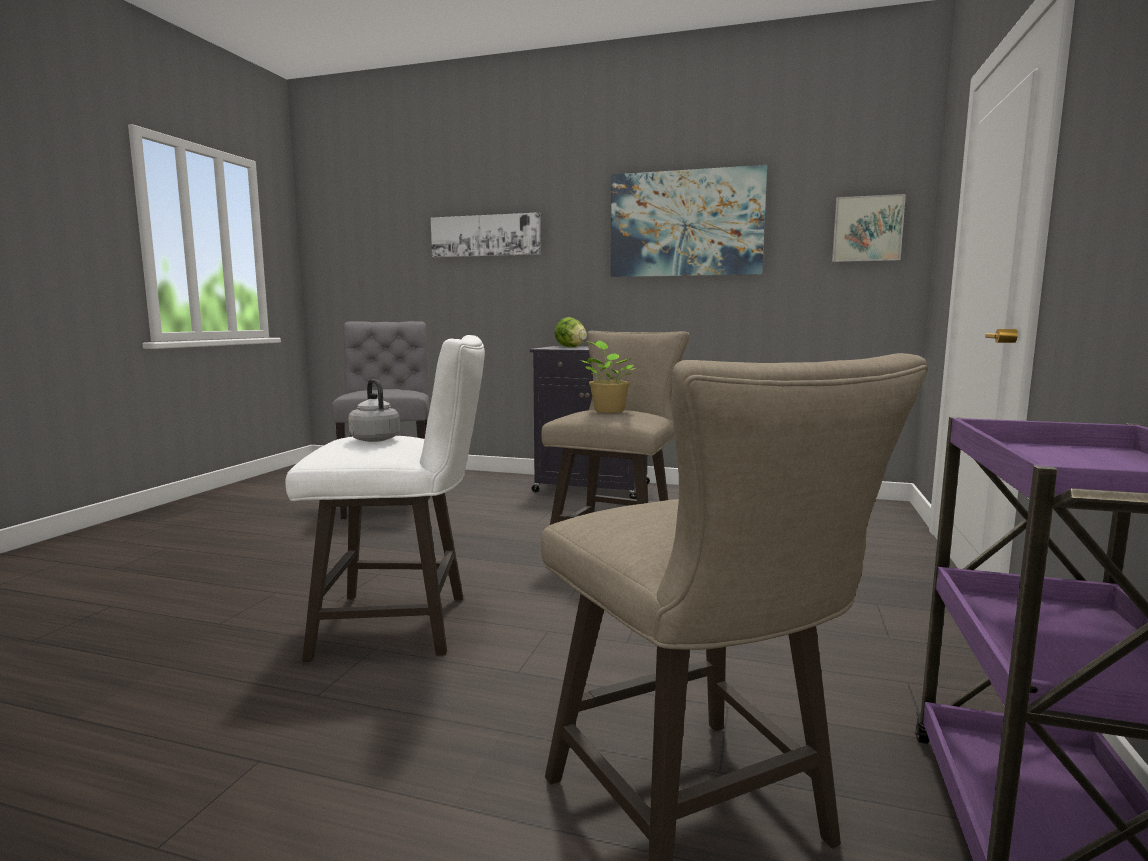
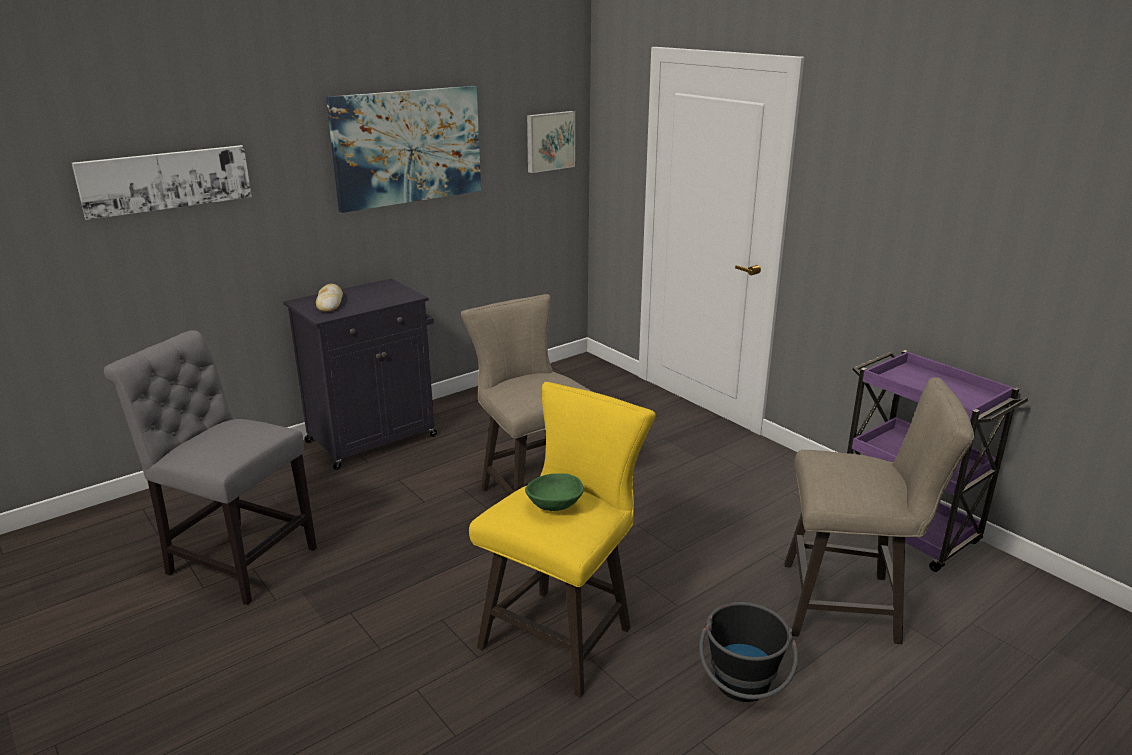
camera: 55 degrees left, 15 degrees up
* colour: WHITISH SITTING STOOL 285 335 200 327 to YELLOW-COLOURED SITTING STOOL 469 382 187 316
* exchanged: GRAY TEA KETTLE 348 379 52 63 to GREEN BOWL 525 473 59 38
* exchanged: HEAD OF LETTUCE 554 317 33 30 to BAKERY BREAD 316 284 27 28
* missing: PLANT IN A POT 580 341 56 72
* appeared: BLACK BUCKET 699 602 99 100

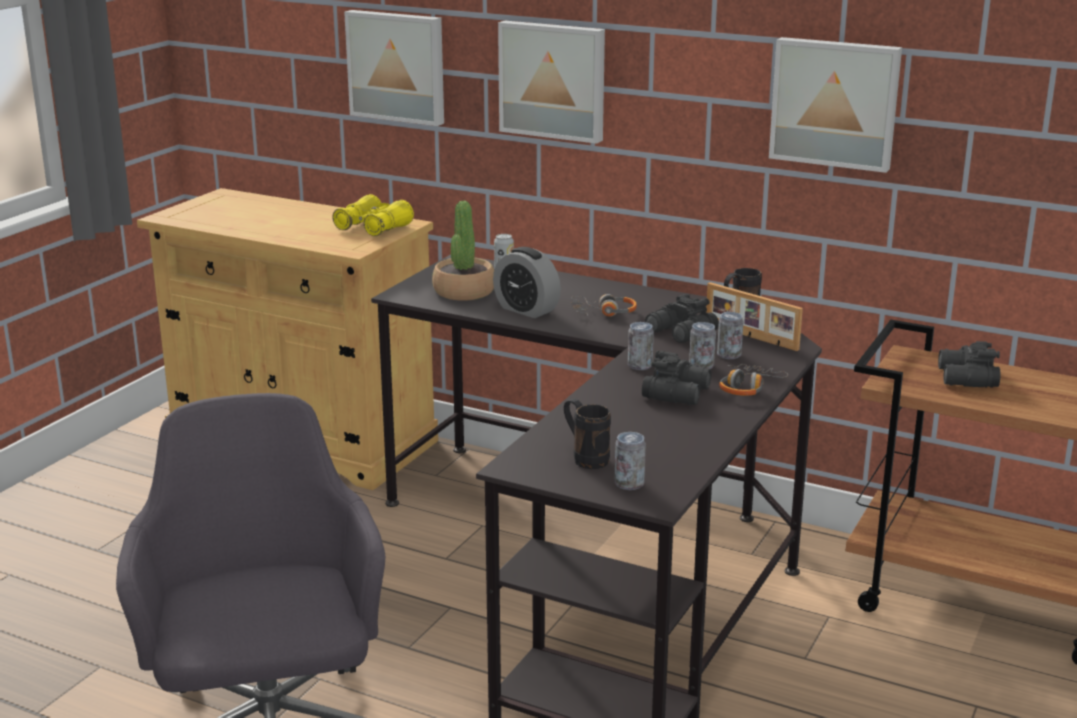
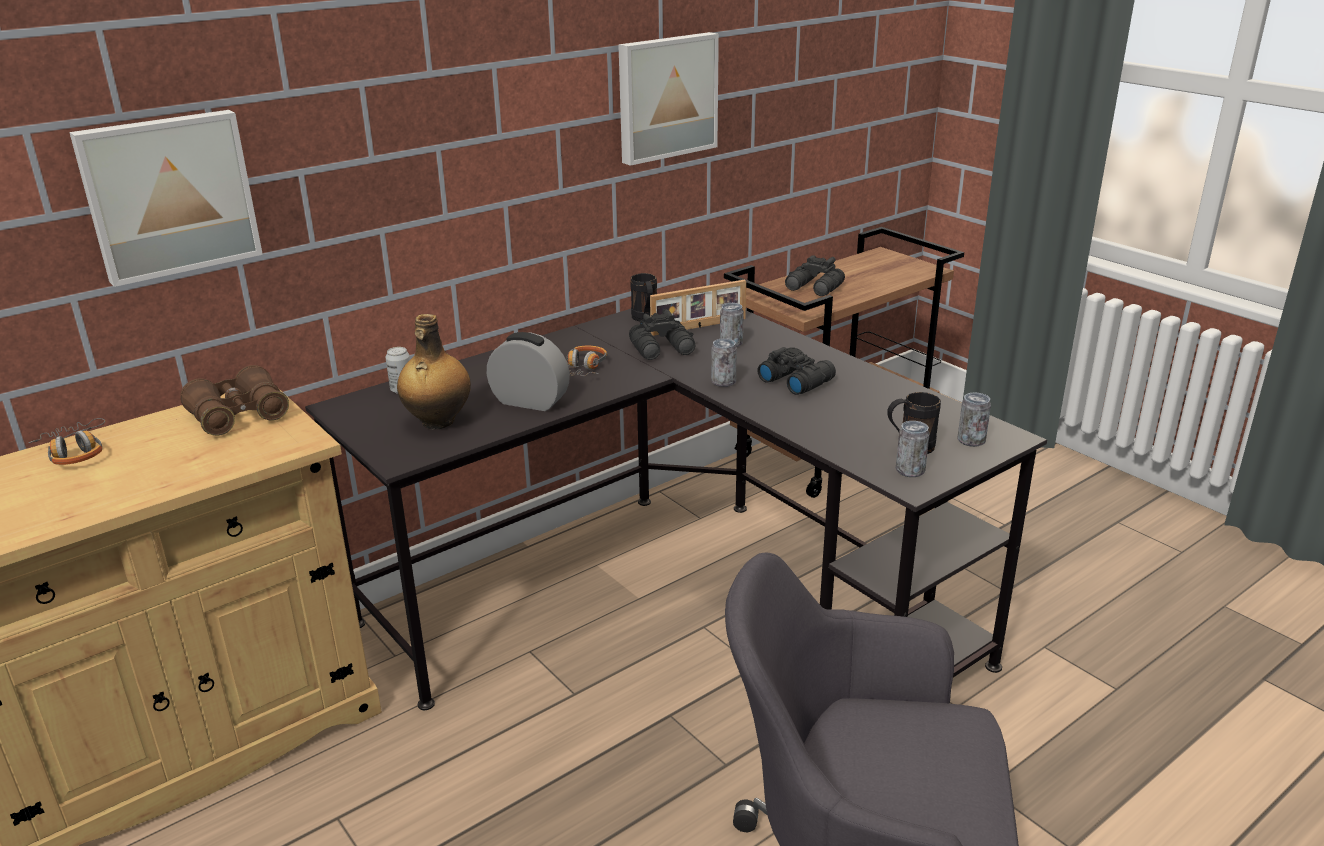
camera: 65 degrees left, 5 degrees up
* colour: YELLOW-COLOURED PAIR OF BINOCULARS 333 194 81 42 to BROWN-COLOURED PAIR OF BINOCULARS 180 365 109 71
* exchanged: PLANT IN A POT 432 201 62 100 to BEVERAGE BOTTLE 397 314 74 116
* spun: TABLE CLOCK 493 247 68 71 = 487 332 83 79 135 degrees counterclockwise
* missing: WALL PICTURE 498 21 107 123
* relocated: SEALED CAN 689 322 27 47 to 896 421 34 56
* relocated: HEADPHONES 719 364 69 32 to 28 418 77 47

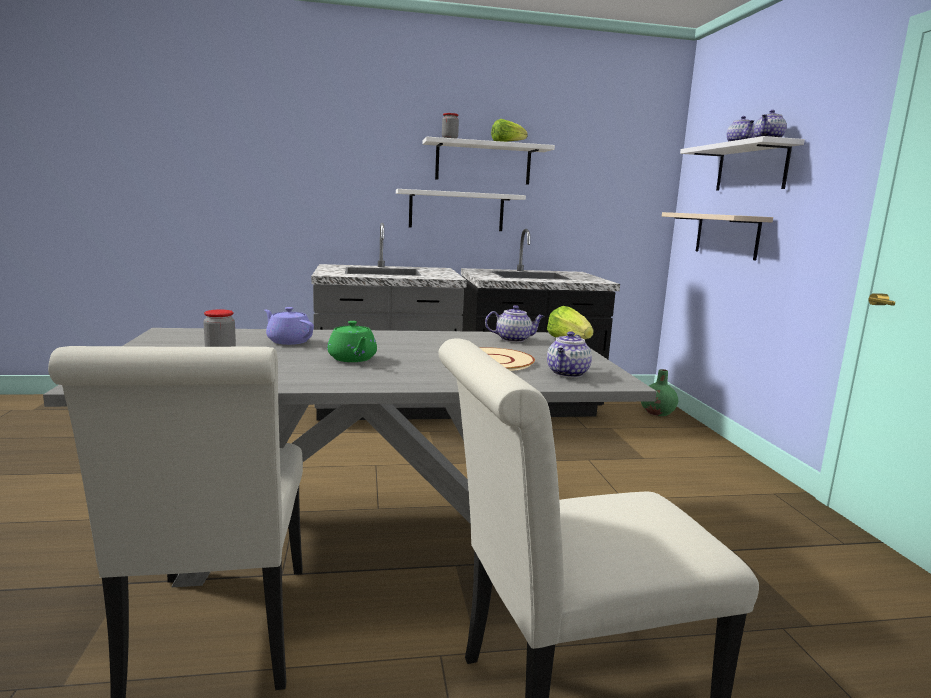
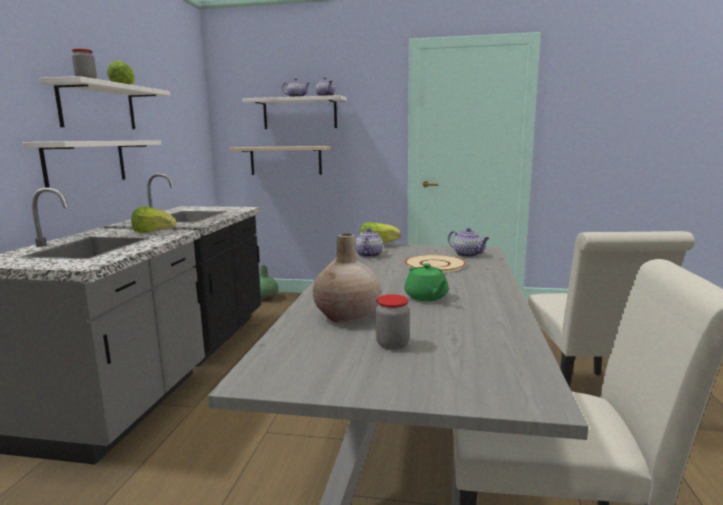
camera: 70 degrees left, 0 degrees up
* exchanged: PURPLE TEAPOT 264 307 50 38 to SAND-COLOURED DECORATIVE VASE 313 233 68 91
* spun: GREEN TEAPOT 327 321 50 41 = 404 263 45 38 75 degrees clockwise
* appeared: HEAD OF LETTUCE 131 206 45 27

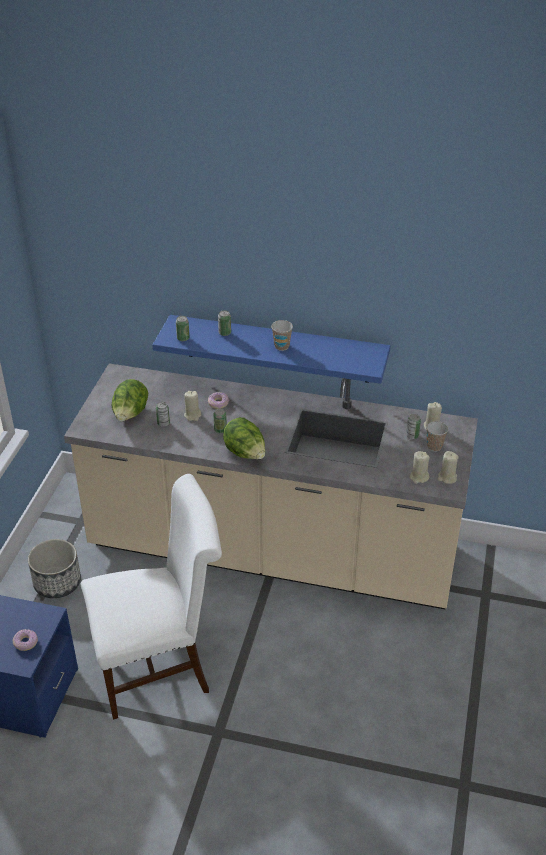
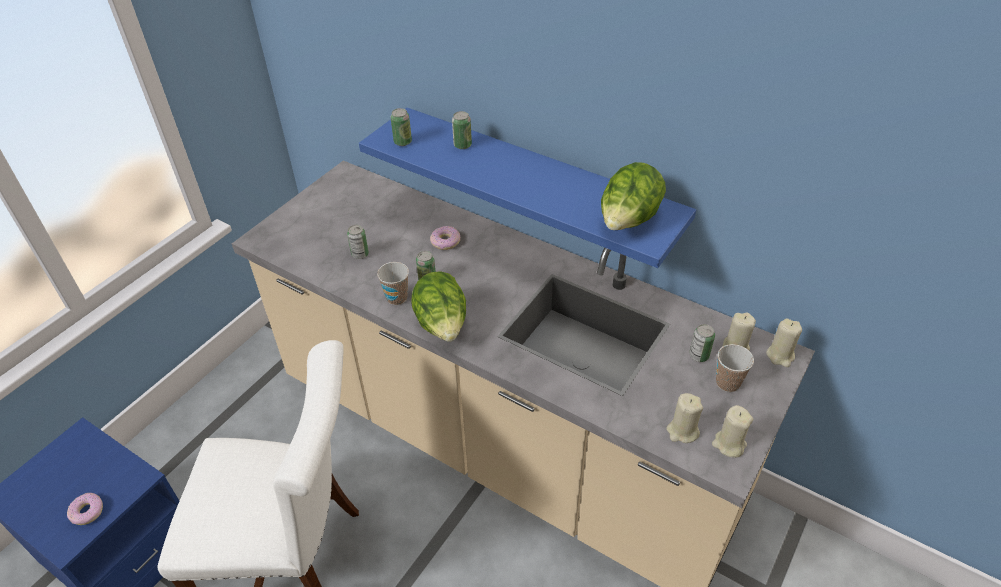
camera: 20 degrees right, 5 degrees up
* missing: PLANTER 28 539 53 59
* relocated: HEAD OF LETTUCE 111 379 37 42 to 601 162 65 68
* relocated: SAND-COLOURED WAX CANDLE 184 391 17 30 to 766 318 36 49
* relocated: DRINKING CUP 271 320 22 31 to 377 262 32 43

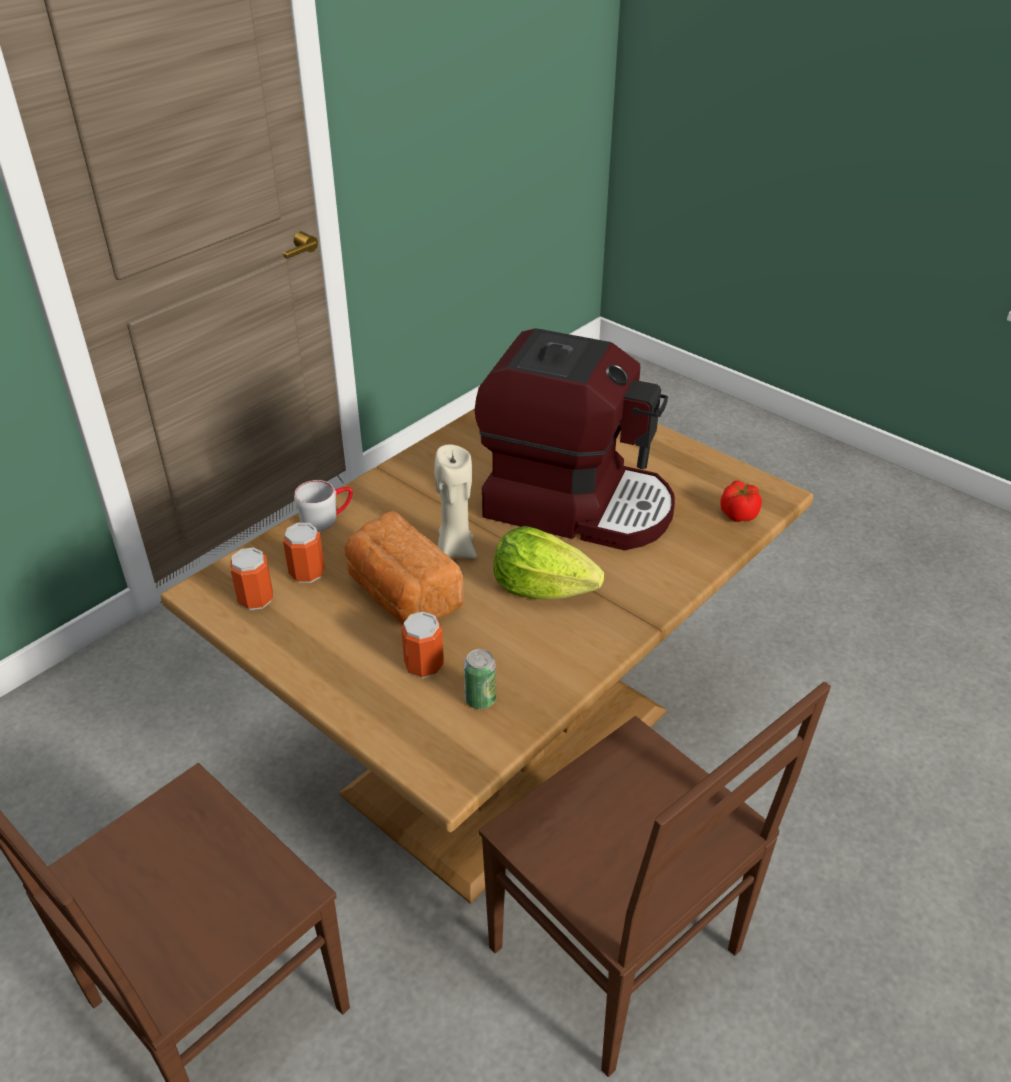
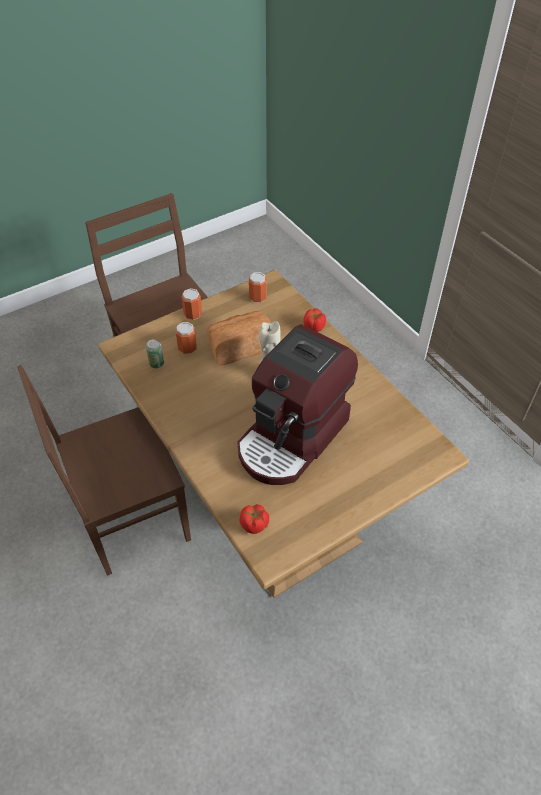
camera: 105 degrees right, 10 degrees up
* relocated: SEALED CAN 283 523 42 60 to 181 288 21 32
* exchanged: GRAY MUG 294 480 59 51 to FRESH TOMATO 303 308 23 24
* missing: HEAD OF LETTUCE 493 526 111 73

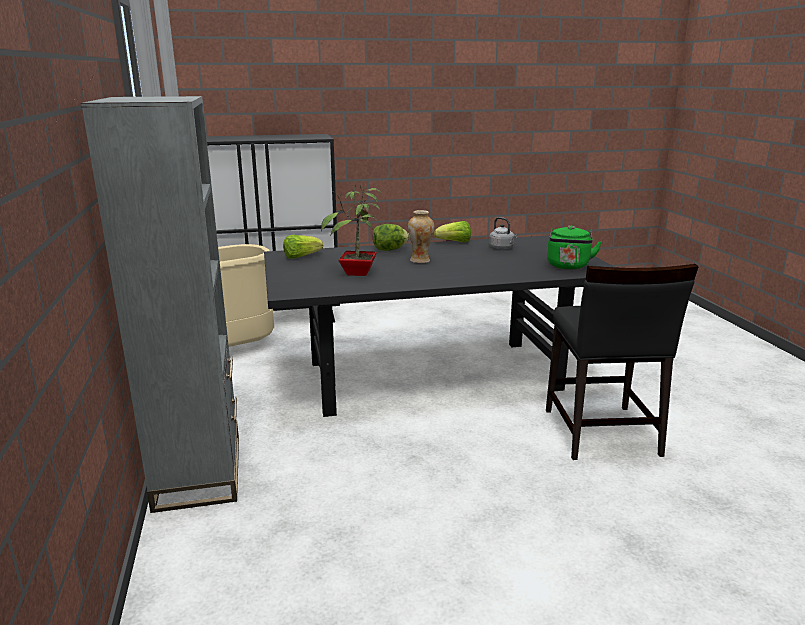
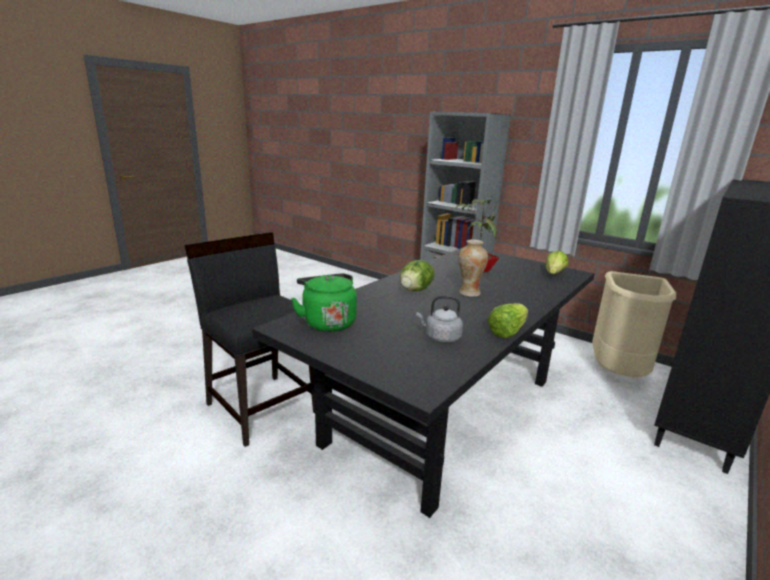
camera: 140 degrees right, 0 degrees up
* relocated: HEAD OF LETTUCE 373 224 36 27 to 400 260 34 31

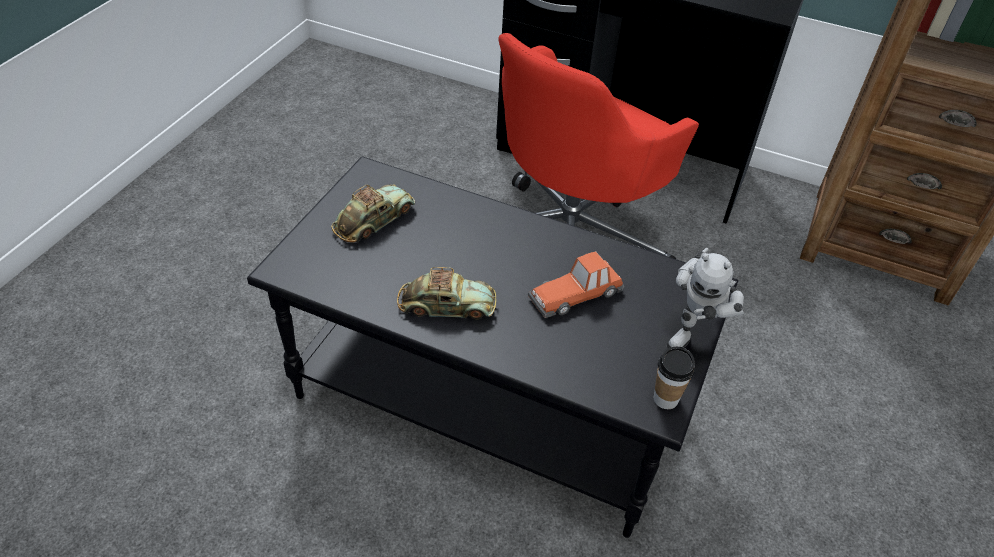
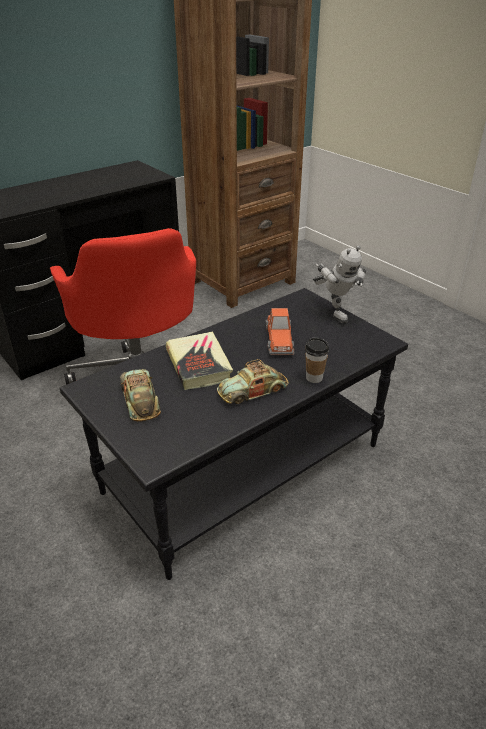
camera: 60 degrees left, 10 degrees down
* spun: MINIATURE CAR 397 267 99 52 = 217 359 71 45 150 degrees counterclockwise
* relocated: DRINKING CUP 654 347 41 62 to 305 337 24 46
* appeared: BOUND BOOK 166 331 67 59

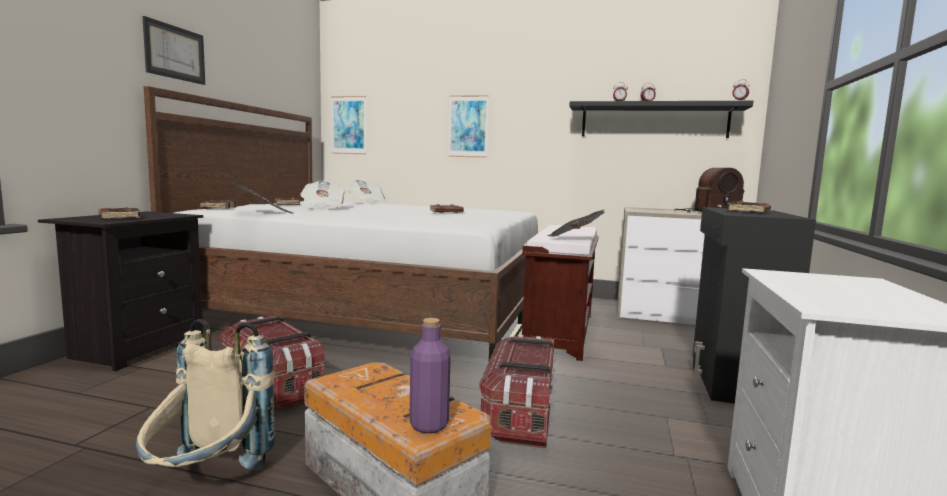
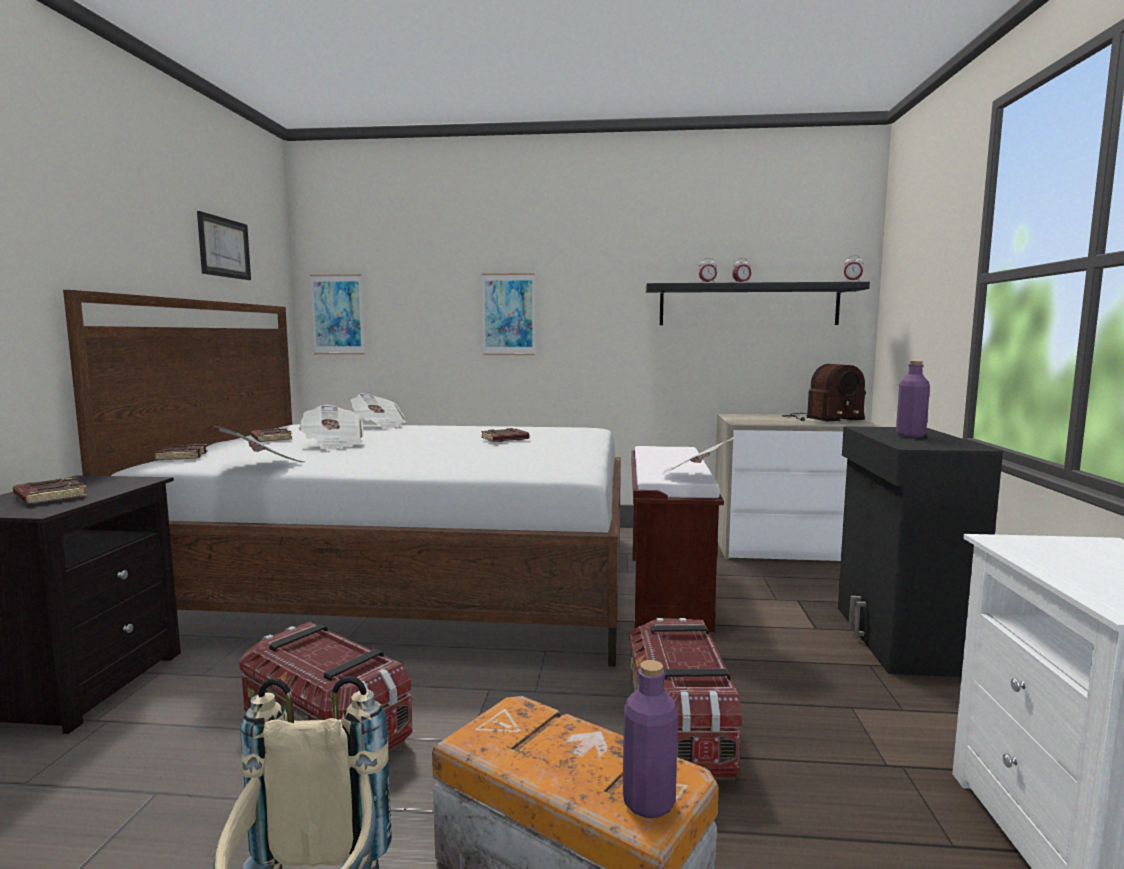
camera: 10 degrees left, 0 degrees up
* relocated: WALL PICTURE 142 16 63 69 to 197 211 54 69
* exchanged: BROWN-COLOURED BOUND BOOK 727 201 44 12 to PURPLE BEVERAGE BOTTLE 896 361 34 77

